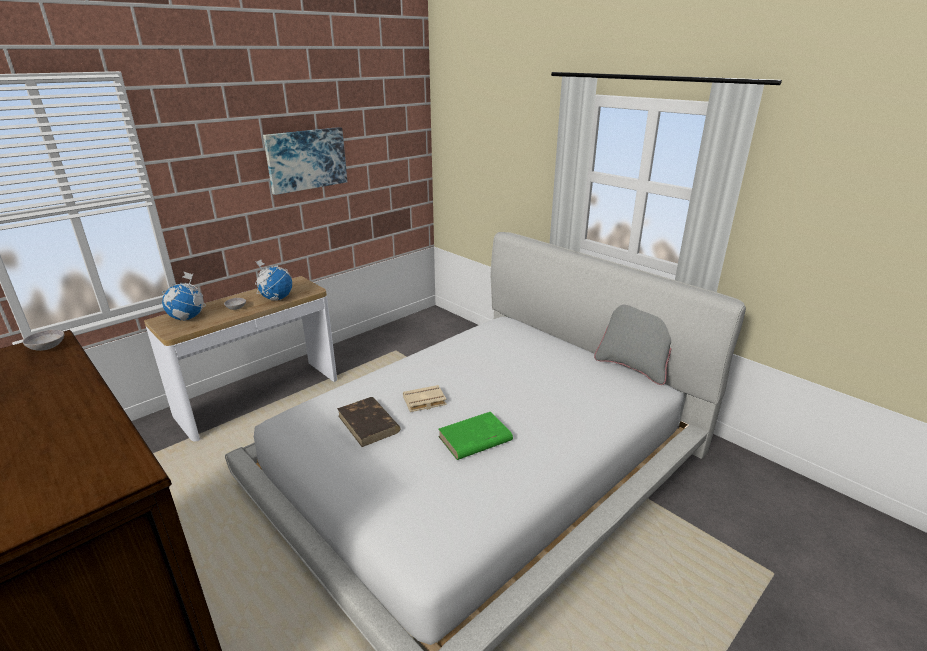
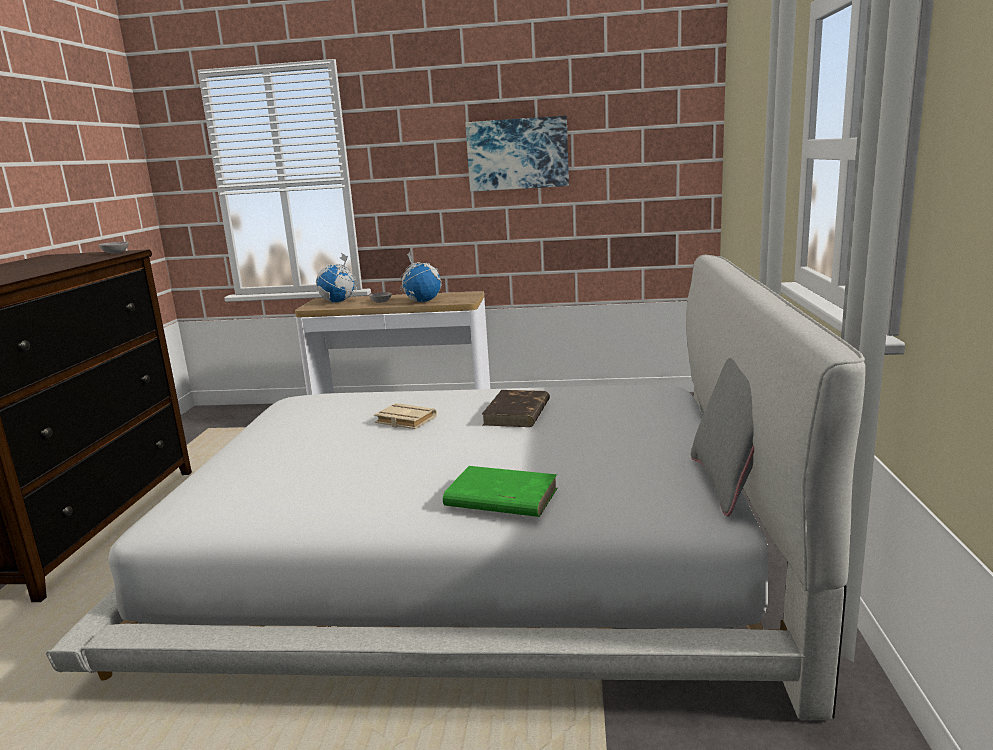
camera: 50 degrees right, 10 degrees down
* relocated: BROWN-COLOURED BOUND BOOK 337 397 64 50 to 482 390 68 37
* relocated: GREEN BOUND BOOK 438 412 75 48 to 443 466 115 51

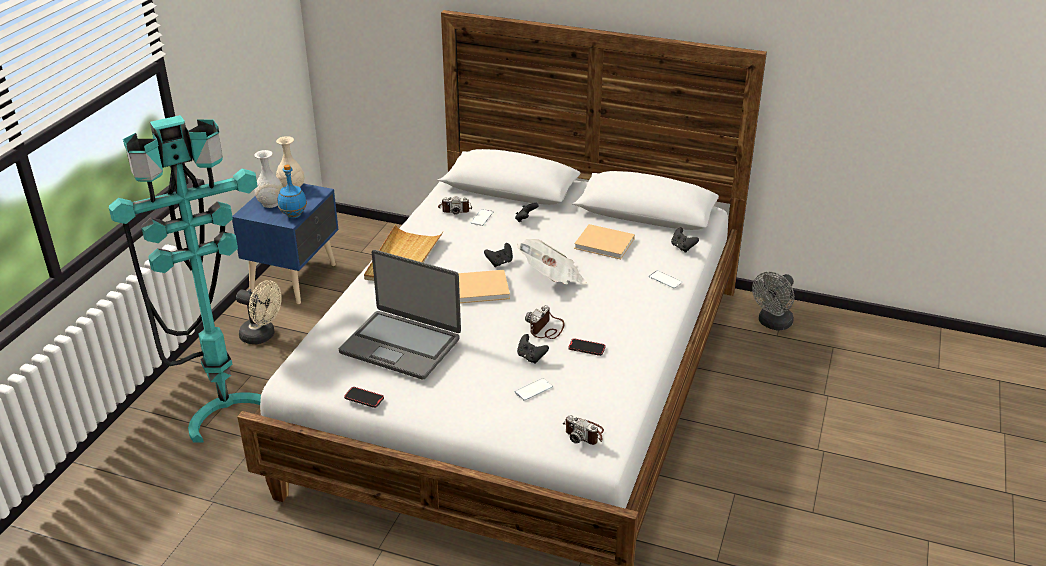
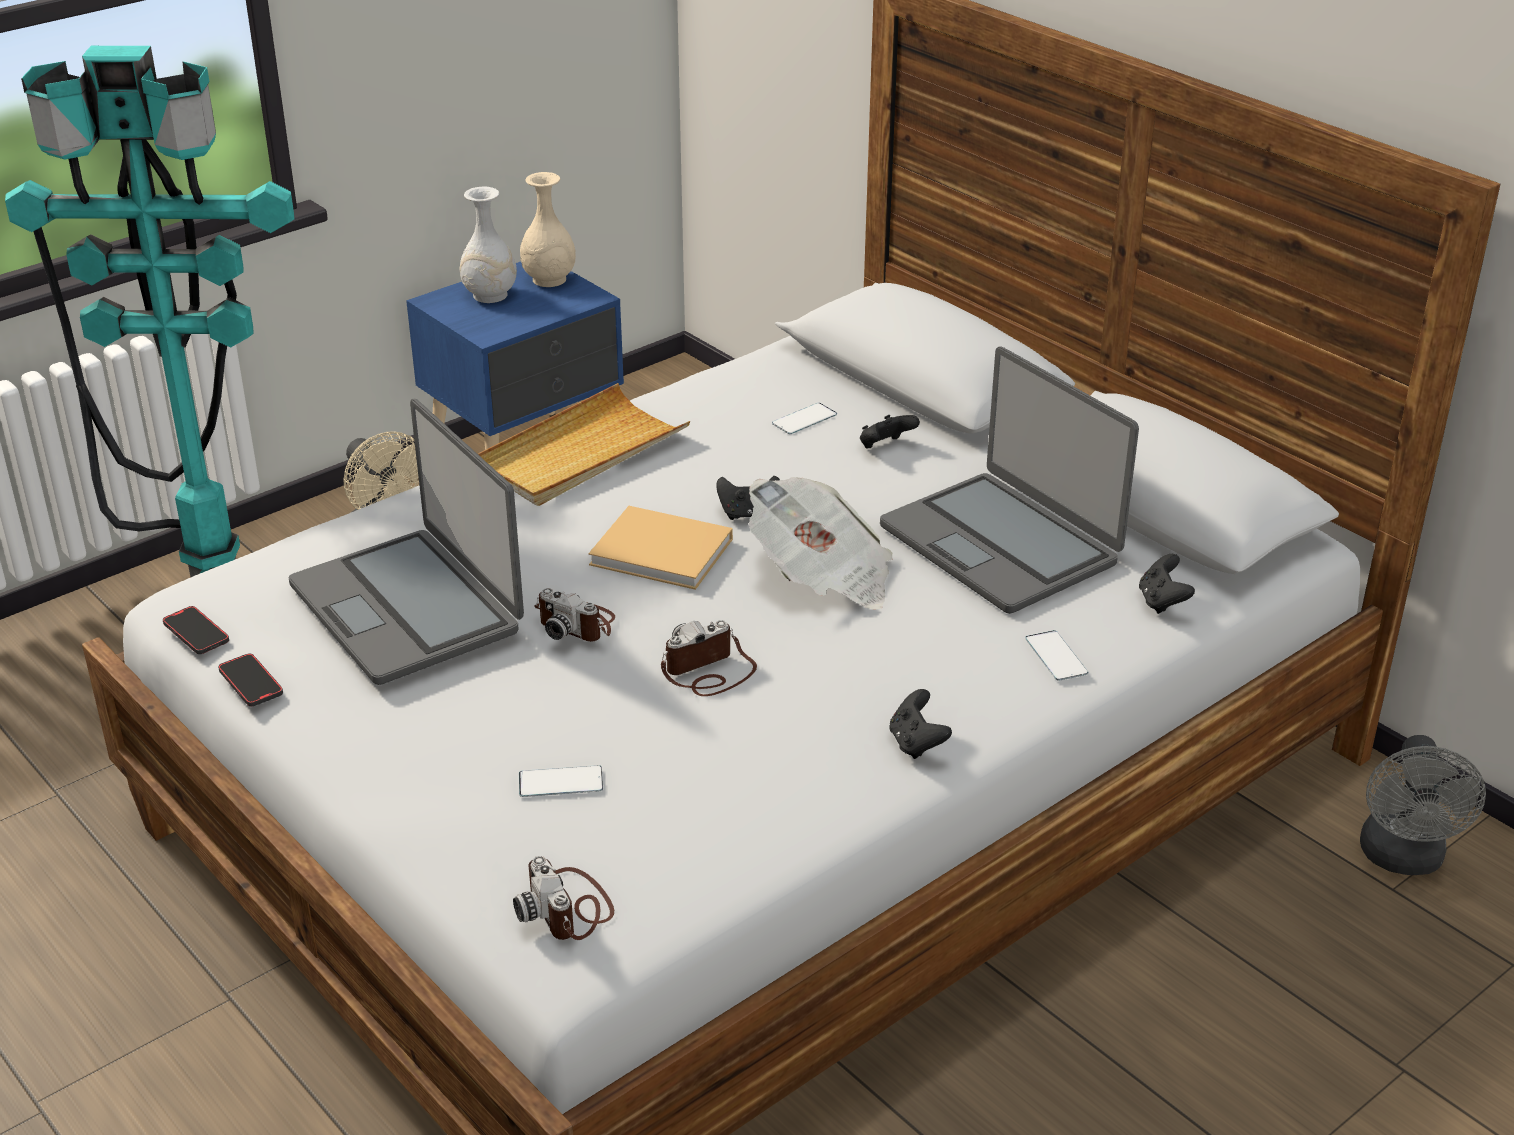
camera: 30 degrees right, 0 degrees up
* missing: BLUE-COLOURED BEVERAGE BOTTLE 278 164 29 55
* relocated: PHOTO CAMERA 438 196 34 19 to 534 588 81 54
* relocated: BLACK GAME CONTROLLER 517 334 32 30 to 889 689 63 70
* relocated: HANDSET 568 338 38 18 to 163 606 66 48
* exchanged: SAND-COLOURED BOUND BOOK 574 224 61 35 to NOTEBOOK COMPUTER 880 347 259 267
* spun: GRAY ELECTRIC FAN 752 272 42 58 = 1360 735 126 140 60 degrees counterclockwise

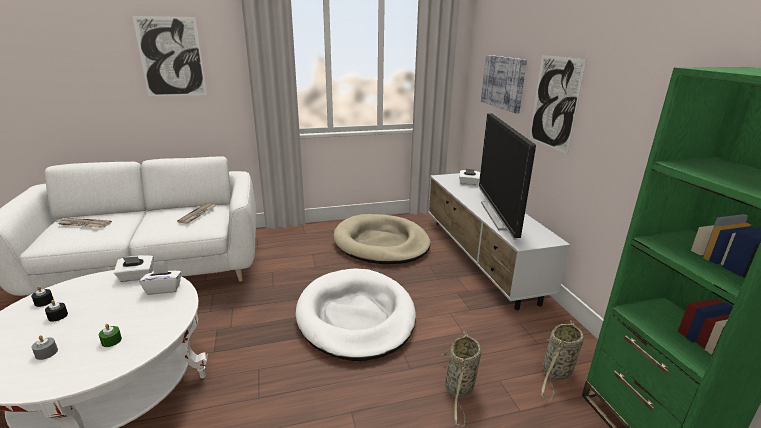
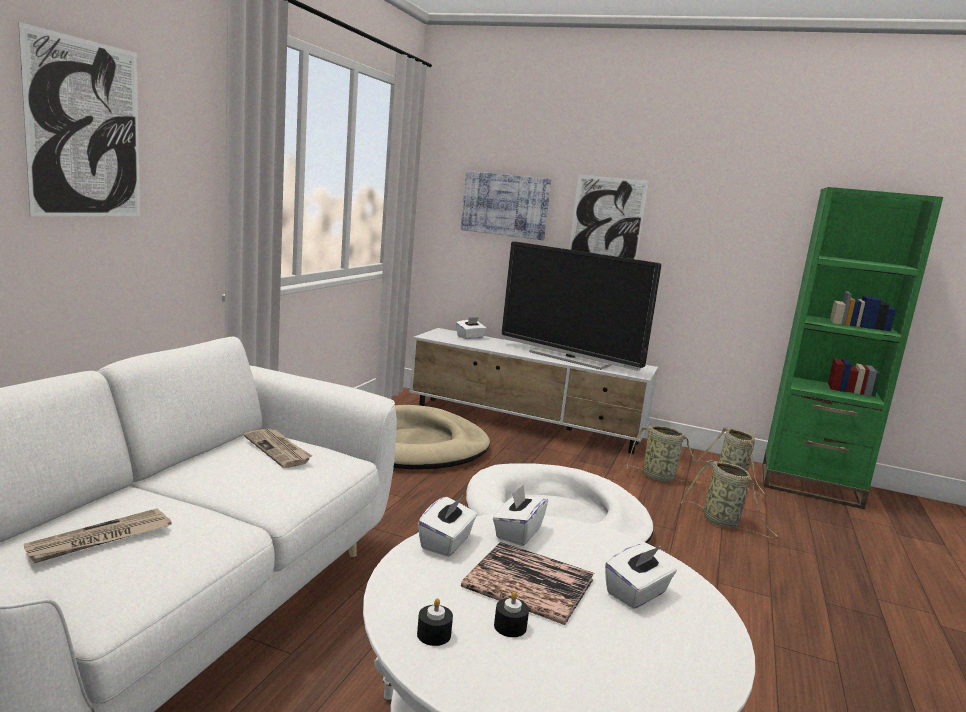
camera: 55 degrees left, 10 degrees down
* missing: GRAY WAX CANDLE 32 335 26 25
* exchanged: GREEN WAX CANDLE 99 324 23 23 to WHITISH BOX OF TISSUES 605 544 72 65
* appeared: BOUND BOOK 461 542 133 83
* appeared: STORAGE BASKET 624 425 87 58

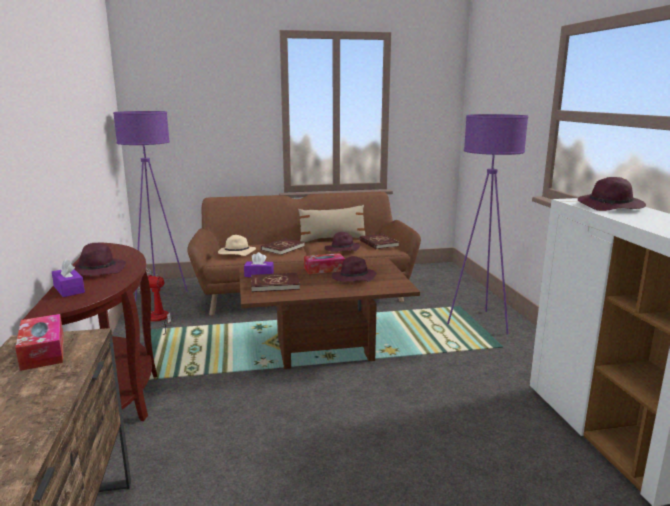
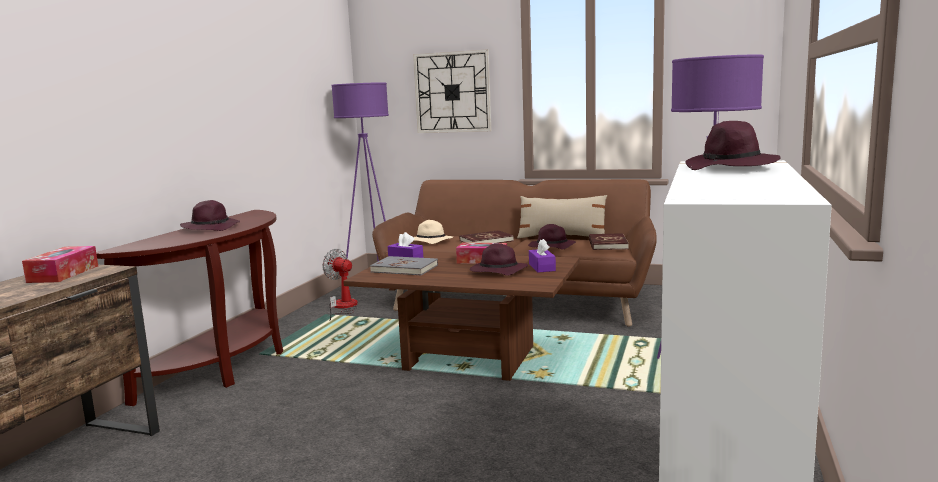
camera: 30 degrees right, 5 degrees down
* relocated: PURPLE BOX OF TISSUES 52 259 33 38 to 529 239 27 34
* colour: RED BOUND BOOK 251 273 49 19 to GRAY BOUND BOOK 370 256 68 19
* appeared: HANGING CLOCK 413 49 78 84

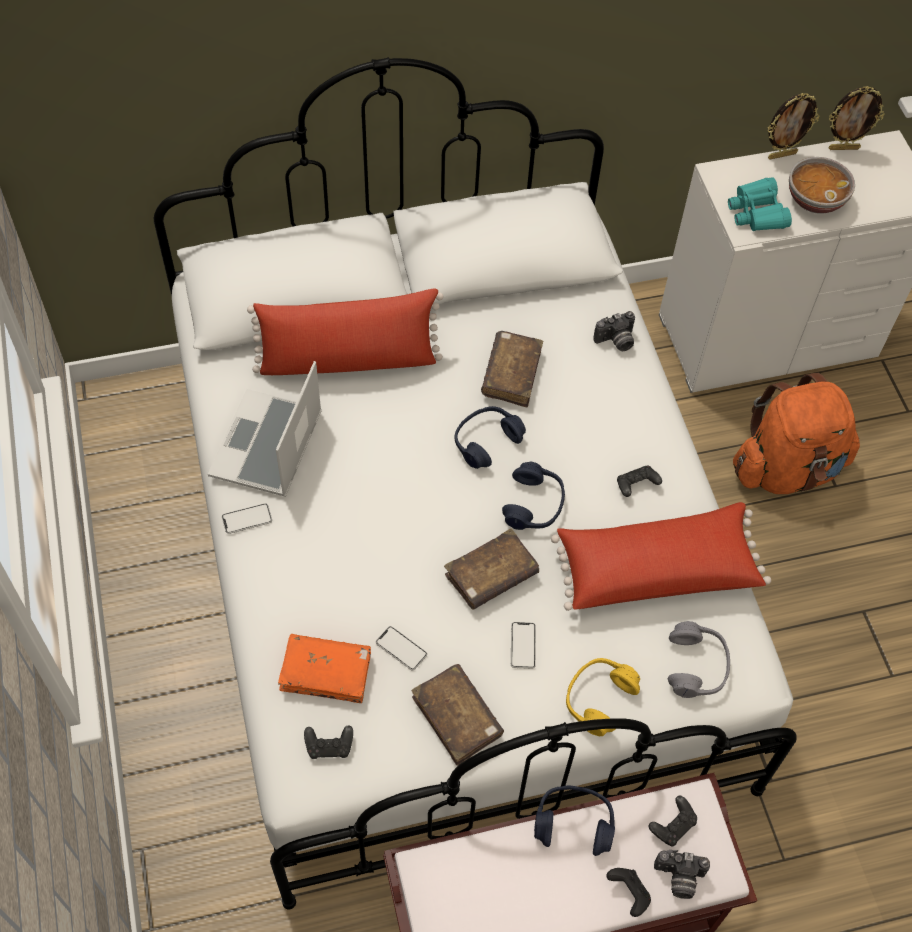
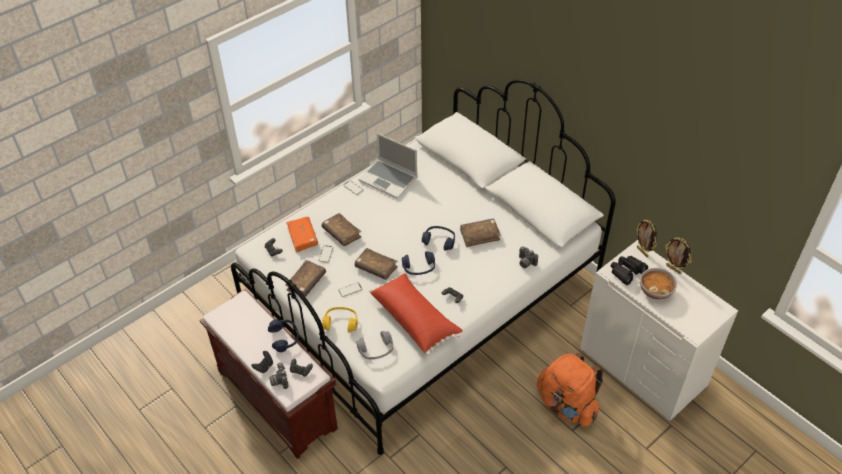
camera: 65 degrees right, 10 degrees down
* spun: NOTEBOOK COMPUTER 208 361 114 136 = 358 133 59 66 135 degrees counterclockwise
* missing: RED PILLOW 247 288 197 87
* colour: TURQUOISE-COLOURED PAIR OF BINOCULARS 728 177 64 54 to BLACK PAIR OF BINOCULARS 611 256 37 29
* relocated: PHOTO FRAME 829 86 56 64 to 636 220 21 38
* appeared: BROWN-COLOURED BOUND BOOK 322 213 39 33

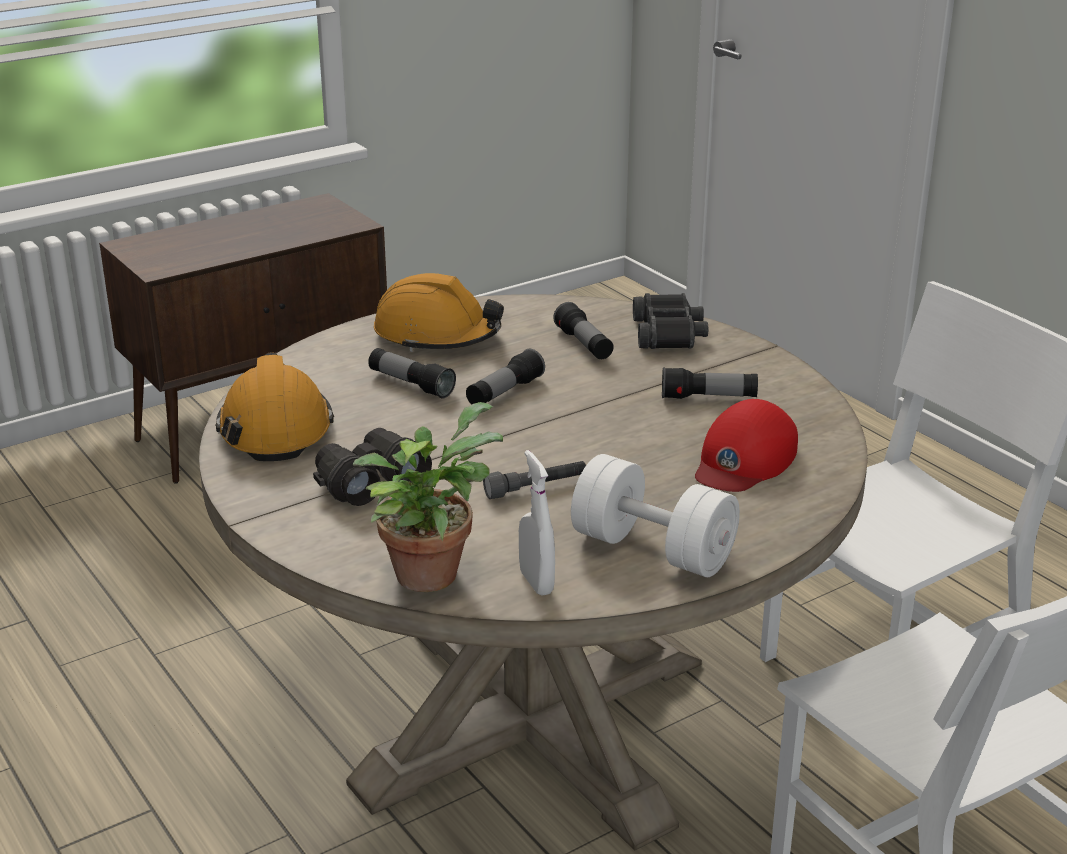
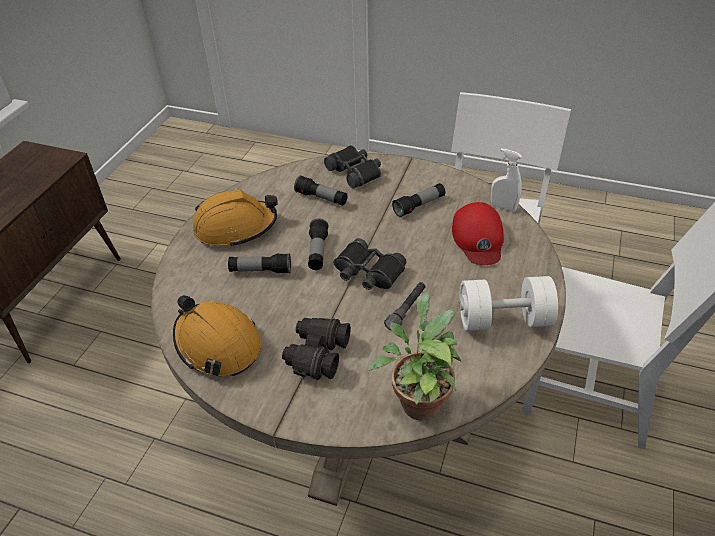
camera: 35 degrees left, 15 degrees up
* relocated: WHITISH HAND SPRAYER 519 450 36 146 to 491 148 31 64
* appeared: BLACK PAIR OF BINOCULARS 334 238 72 52

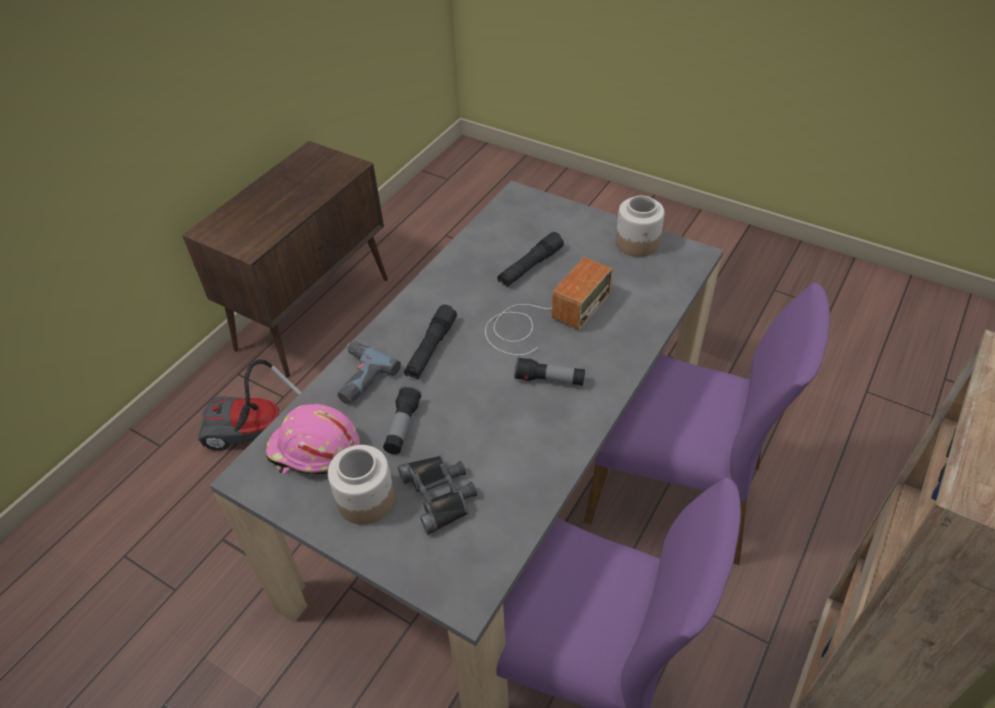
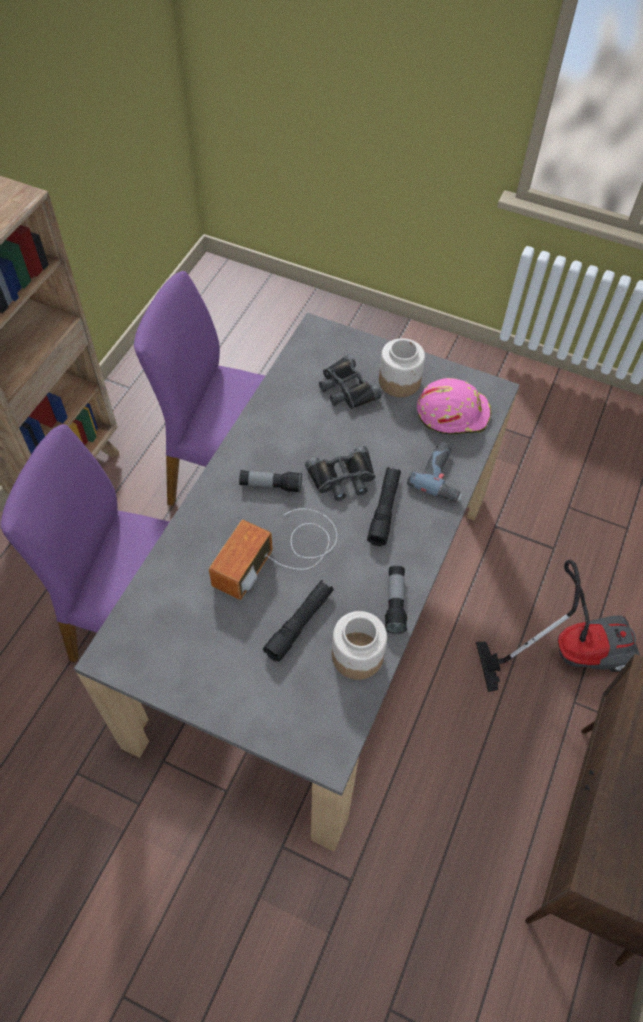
camera: 170 degrees right, 10 degrees up
* relocated: FLASHLIGHT 383 386 38 68 to 385 566 22 68
* relocated: PRESERVE JAR 616 196 49 61 to 332 611 55 69
* appeared: BLACK PAIR OF BINOCULARS 305 446 70 55

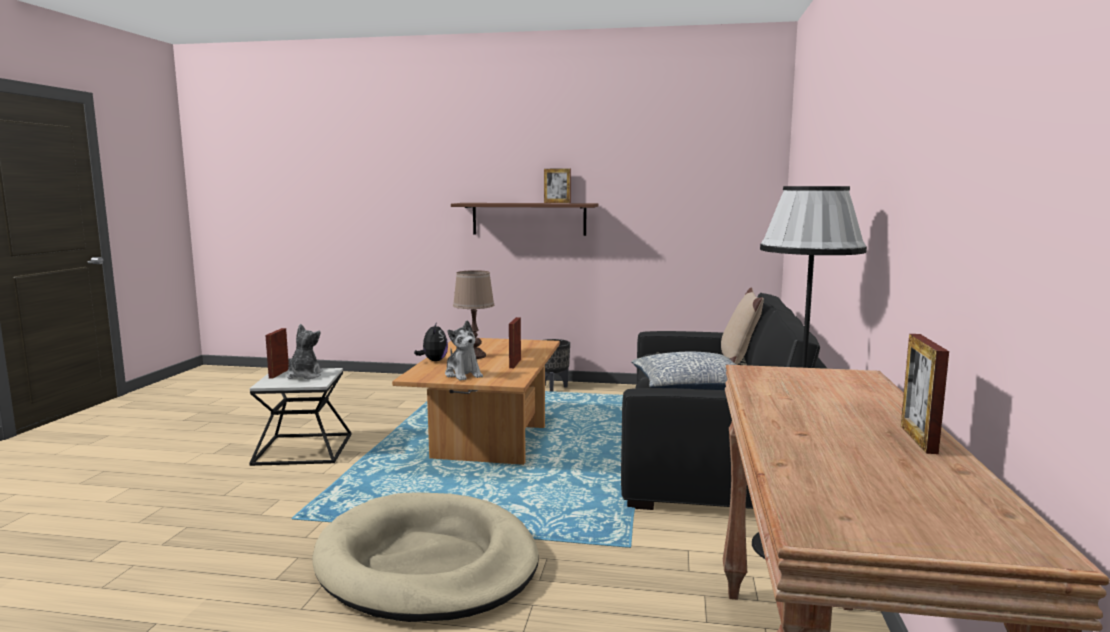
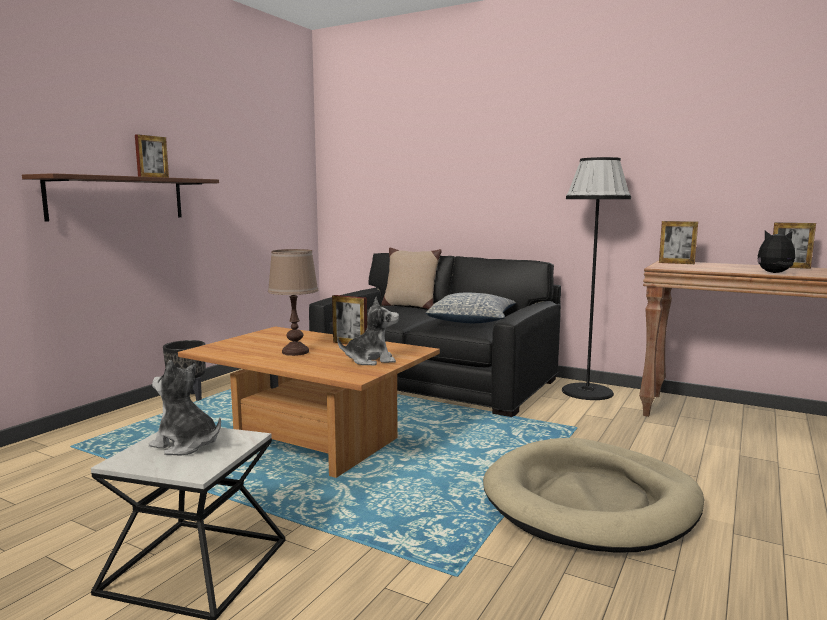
camera: 70 degrees left, 0 degrees up
* relocated: PHOTO FRAME 265 328 24 51 to 659 221 39 43
* relocated: SOFT TOY 414 323 34 38 to 758 231 37 42

